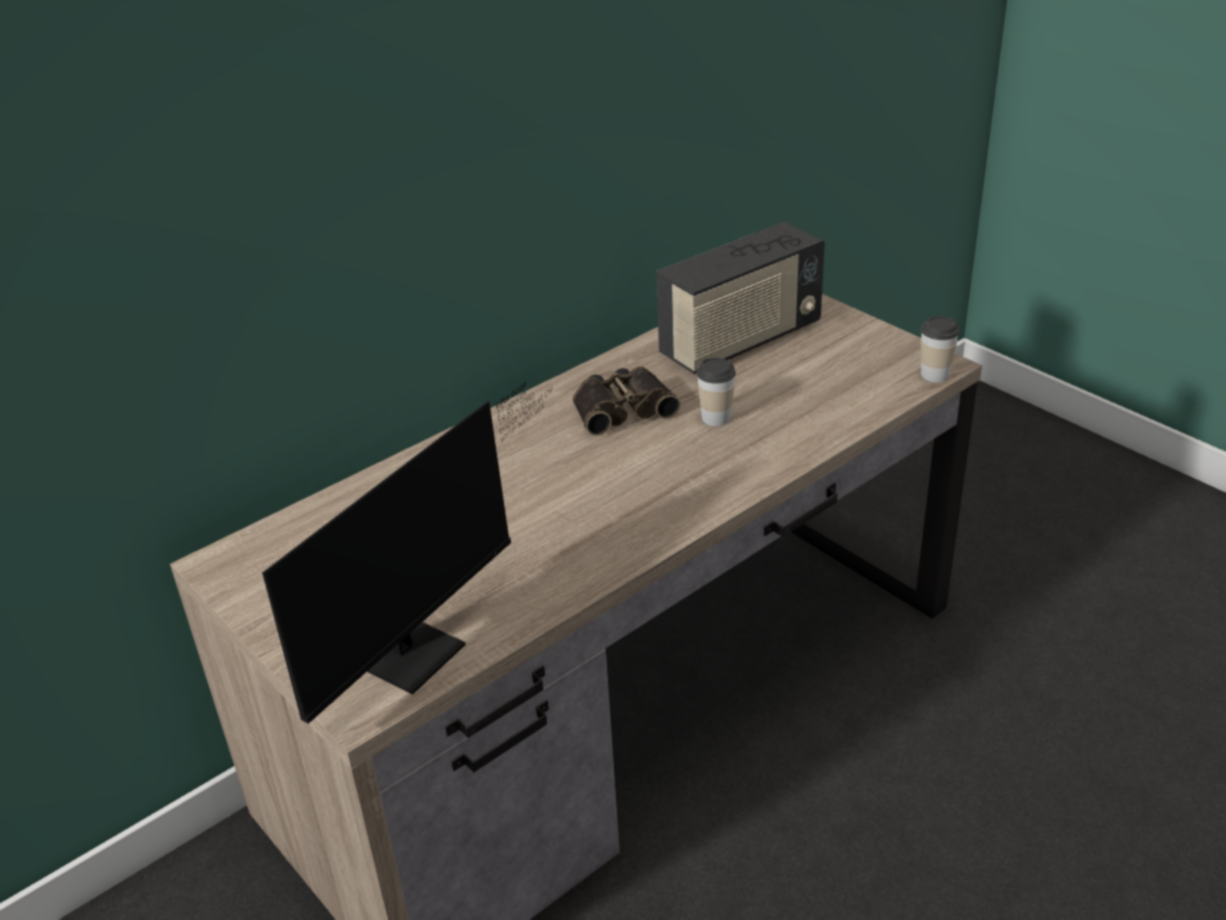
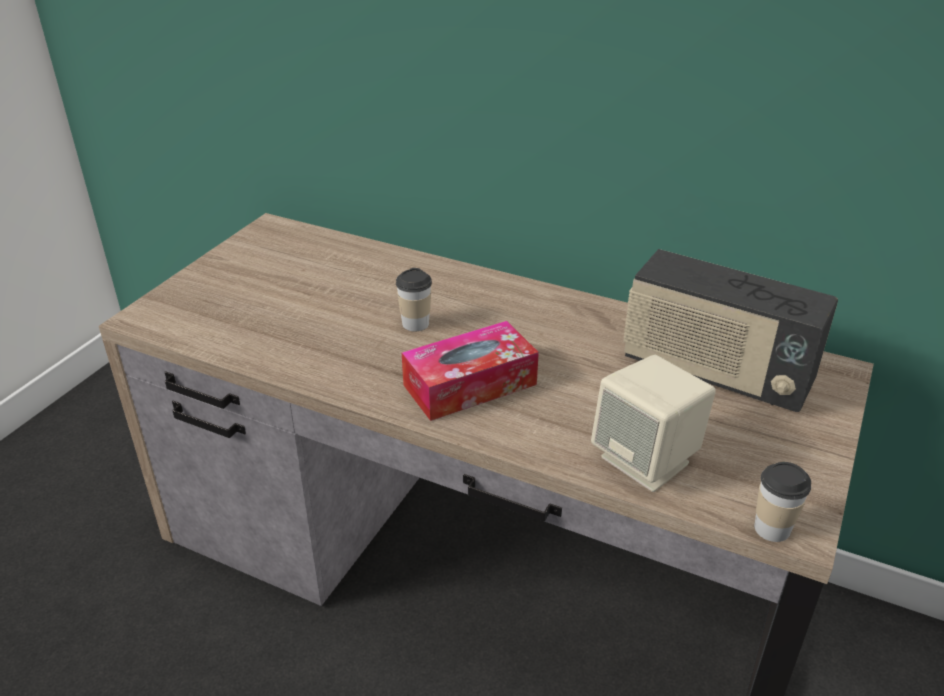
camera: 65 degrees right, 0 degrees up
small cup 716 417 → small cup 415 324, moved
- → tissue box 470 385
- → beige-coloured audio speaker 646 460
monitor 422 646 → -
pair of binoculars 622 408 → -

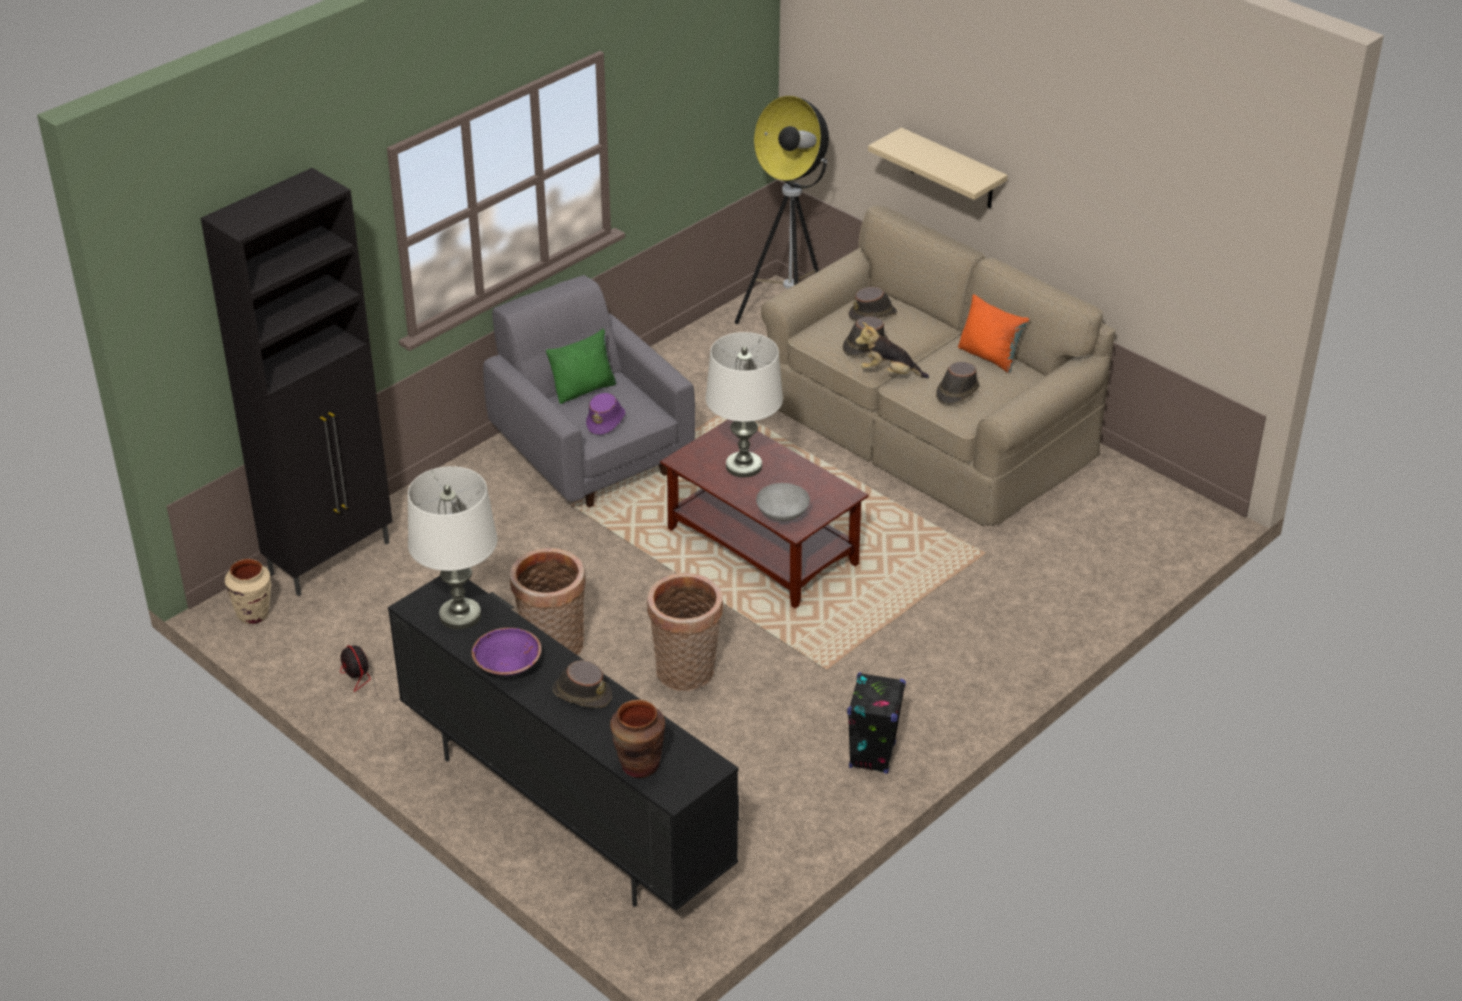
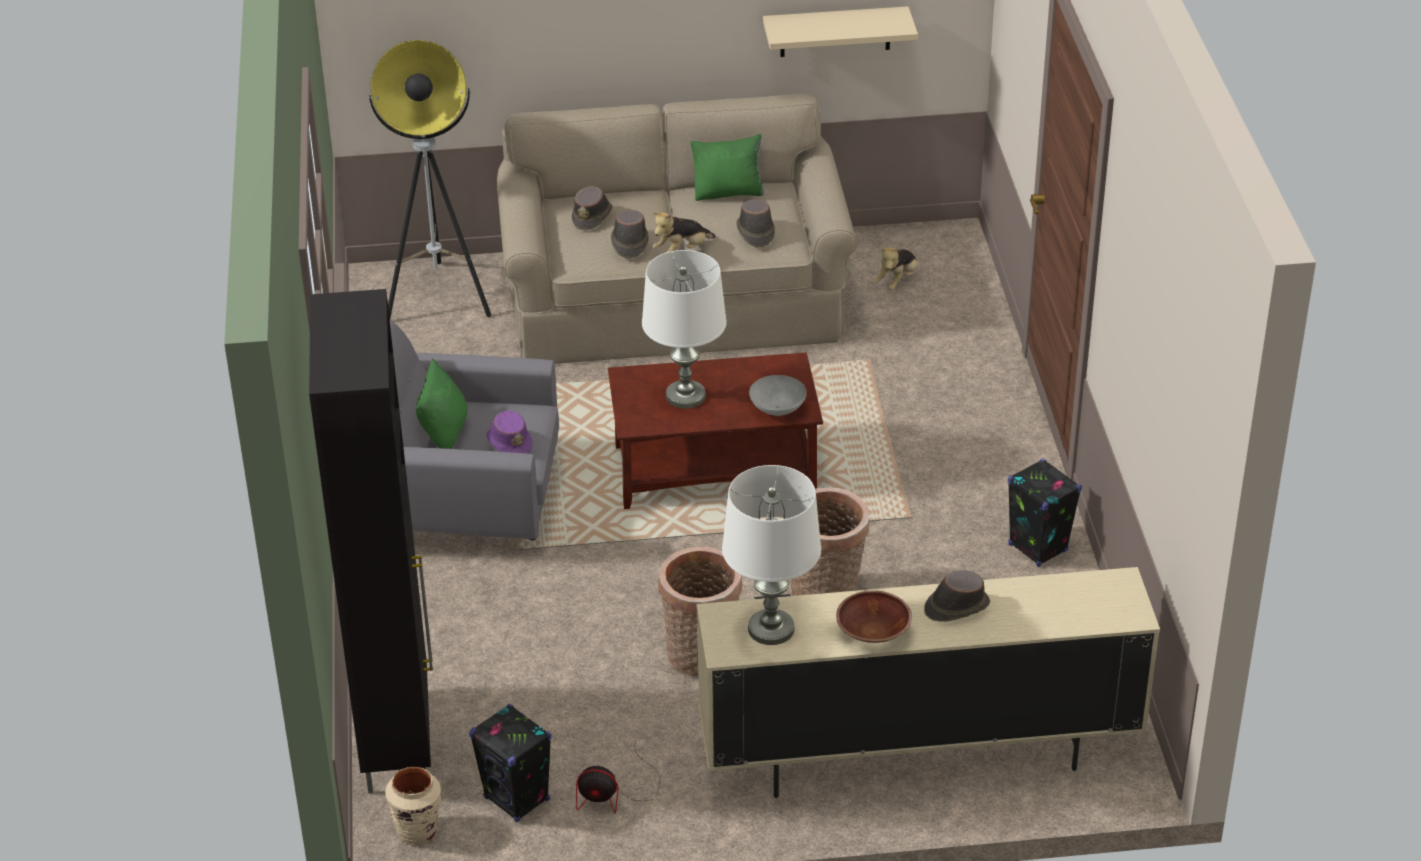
camera: 50 degrees left, 0 degrees up
- → black audio speaker 517 799
orange-coloured cushion 989 356 → green cushion 728 193
black media console 563 810 → beige-coloured media console 916 755
beige-coloured shelf 952 170 → beige-coloured shelf 835 31, moved
purple deep dish 507 666 → brown deep dish 873 633
- → soft toy 897 281
brown flower vase 639 765 → -

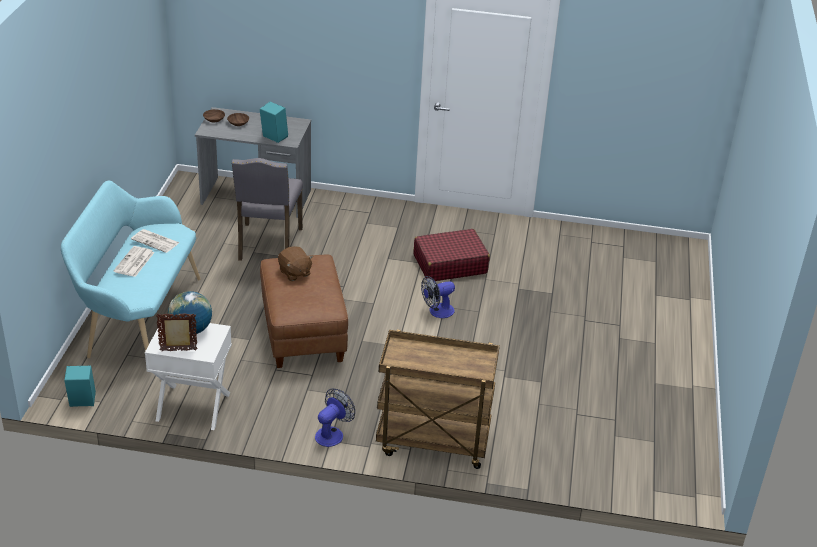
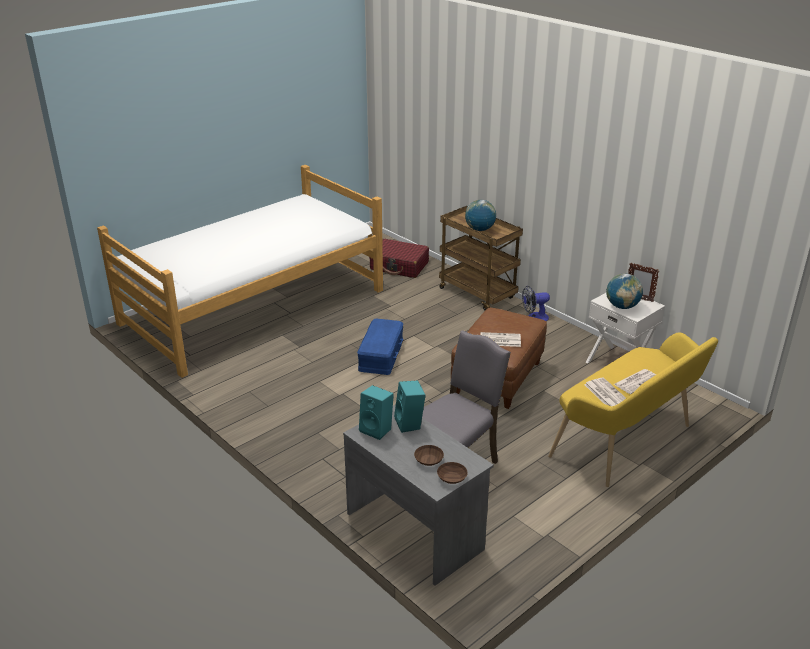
camera: 140 degrees left, 5 degrees down
- → bedroom bed 253 307
fan 437 312 → bluish storage bin 380 355
turquoise audio speaker 81 402 → turquoise audio speaker 377 429, moved
reddish piece of luggage 449 264 → reddish piece of luggage 399 266, moved
- → world globe 480 229
brown soft toy 294 273 → newspaper 499 340
turquoise indoor bench 138 317 → yellowish indoor bench 627 443

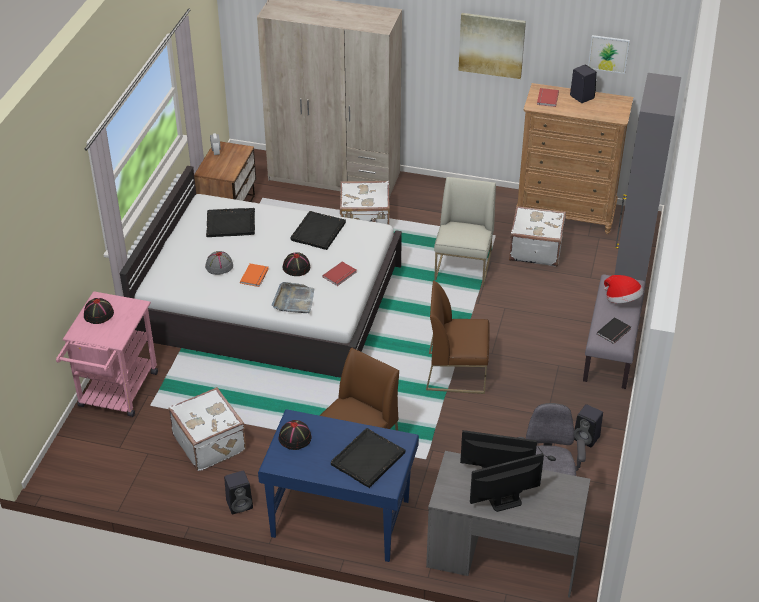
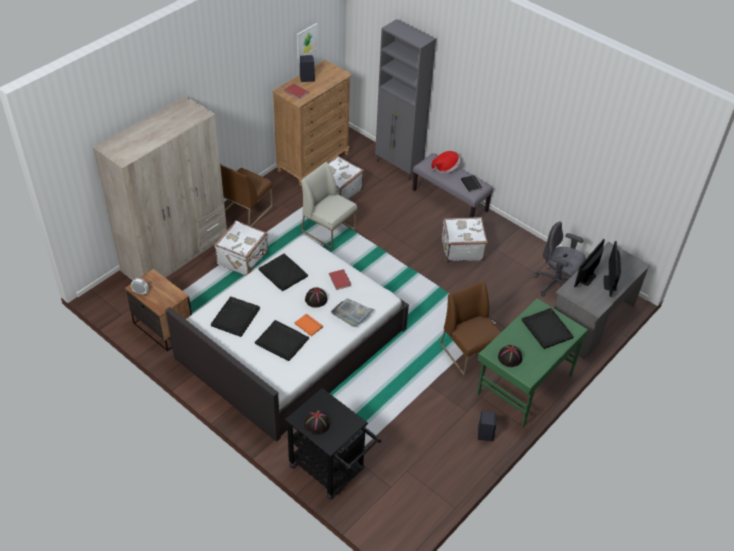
camera: 65 degrees left, 5 degrees up
brown chair 457 372 → brown chair 246 210, moved
greyish wearable hat 219 266 → black carrying tray 282 341
pinkish trolley 115 395 → black trolley 331 471
white-coloured piece of luggage 210 443 → white-coloured piece of luggage 461 249, moved
bluish desk table 340 517 → green desk table 523 385
wall picture 491 45 → -
black audio speaker 587 438 → -

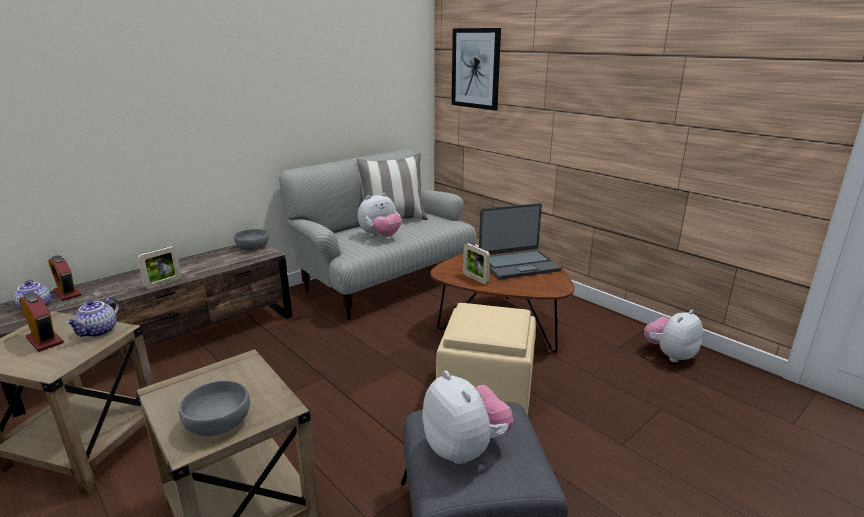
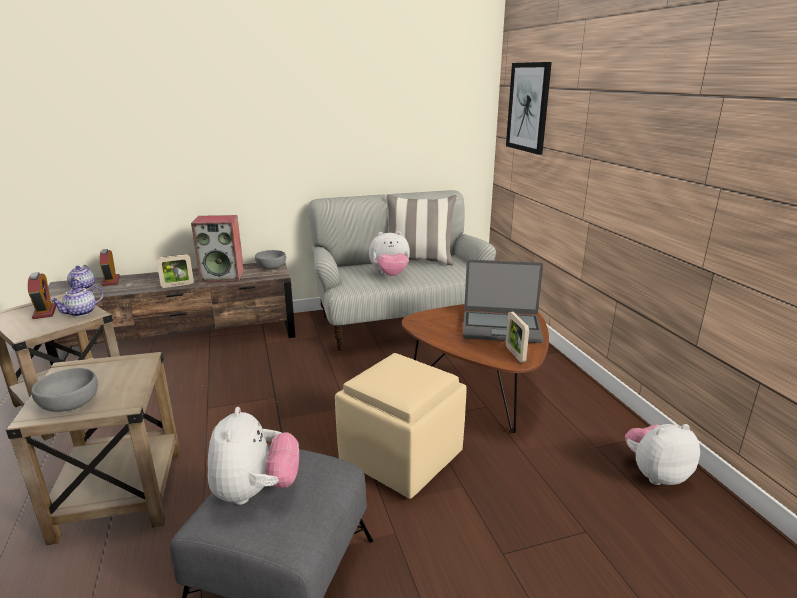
camera: 25 degrees right, 0 degrees up
- → audio speaker 223 276
picture frame 475 279 → picture frame 515 354, moved

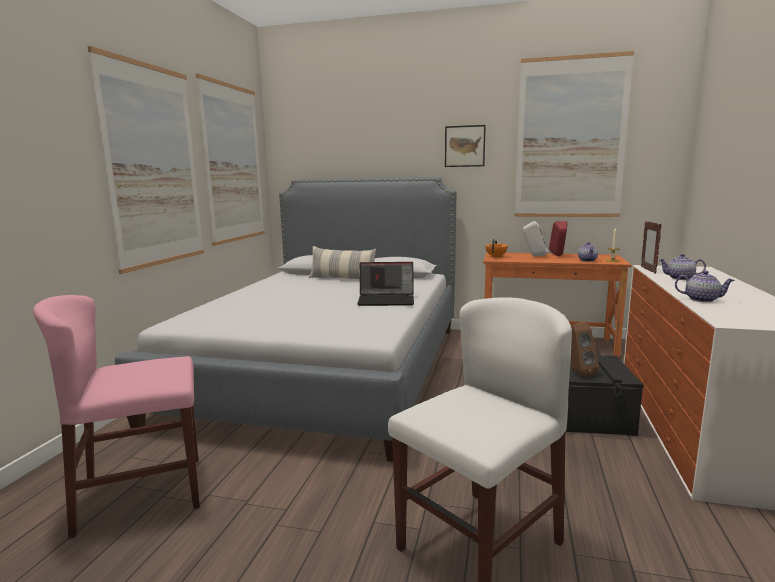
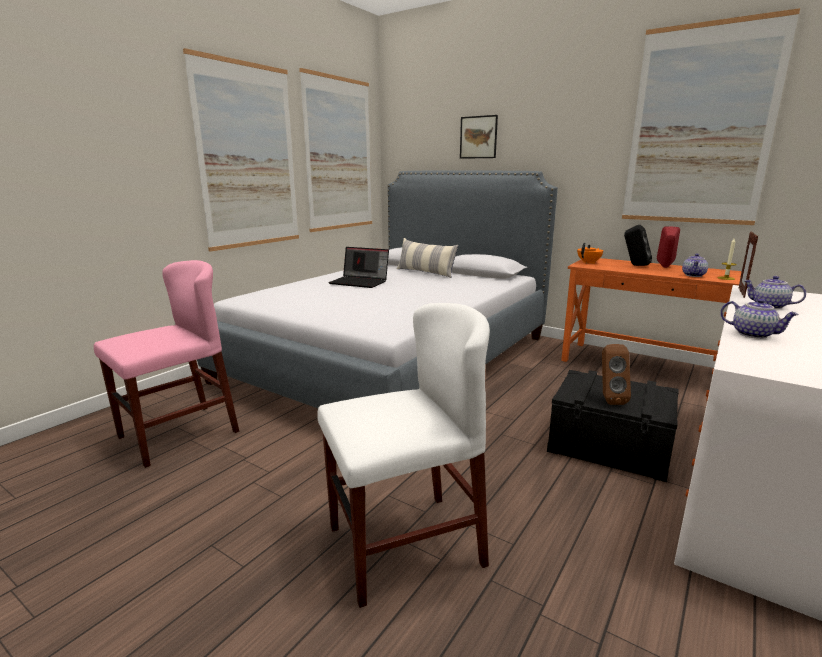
camera: 20 degrees right, 5 degrees up
pinkish chair 142 493 → pinkish chair 178 434, 135 degrees clockwise
portable computer 387 300 → portable computer 360 282, moved
wall picture 464 146 → wall picture 478 137, moved
white-coloured audio speaker 534 256 → black audio speaker 635 265

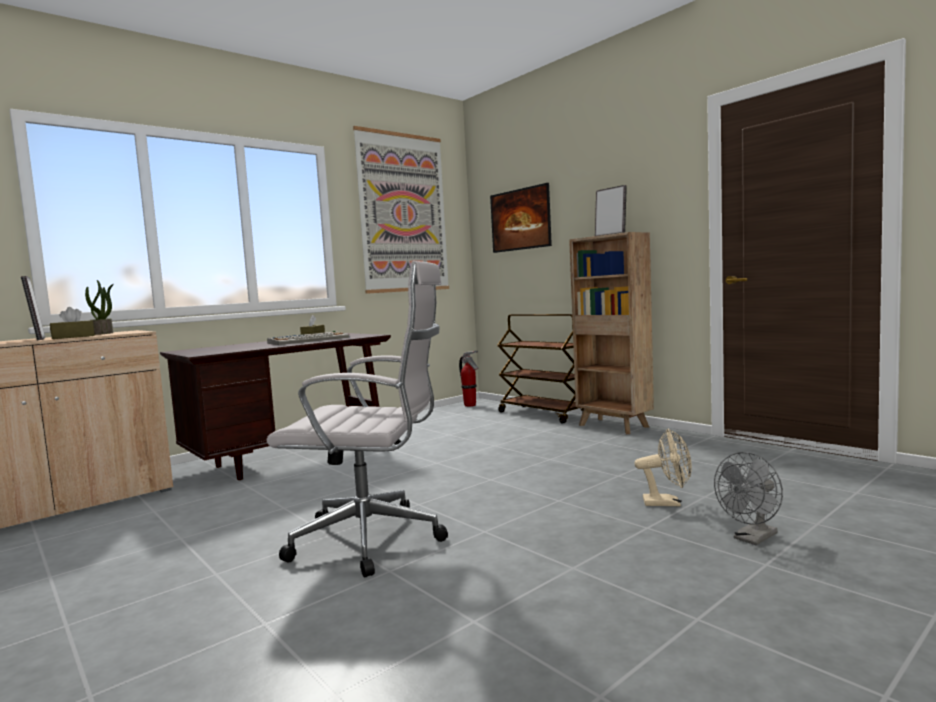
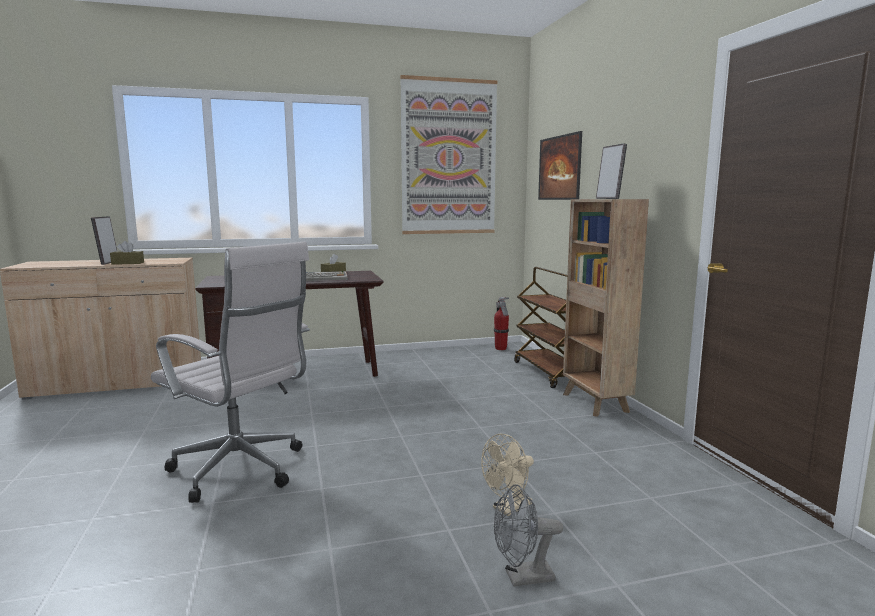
camera: 25 degrees right, 5 degrees up
beige-coloured fan 668 503 → beige-coloured fan 508 508, 105 degrees clockwise
houseplant 103 333 → -

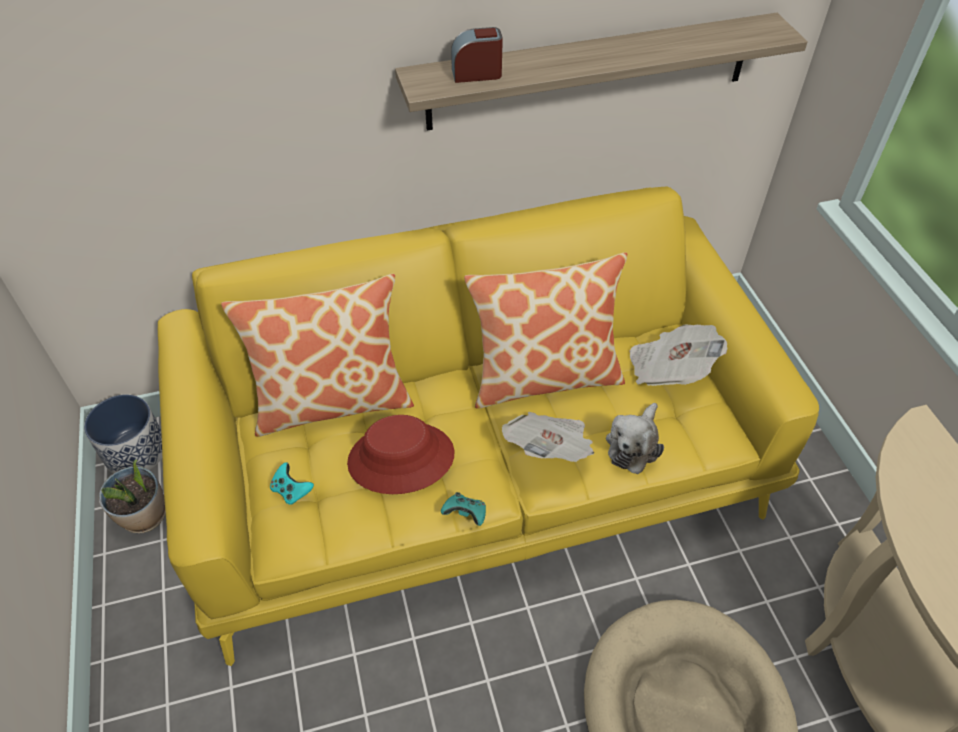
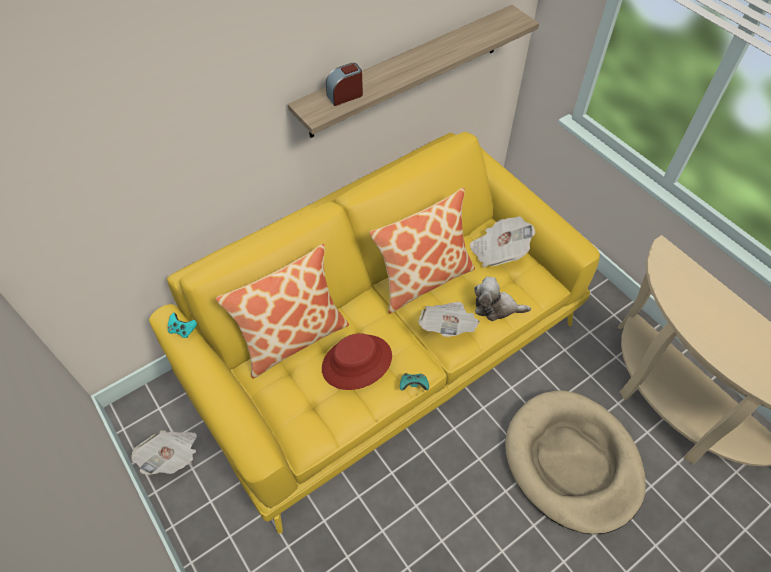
camera: 20 degrees left, 5 degrees up
houseplant 145 516 → newspaper 172 456
turquoise game controller 291 490 → turquoise game controller 183 329, moved
soft toy 633 445 → soft toy 496 307, 90 degrees clockwise
plant pot 136 451 → -

